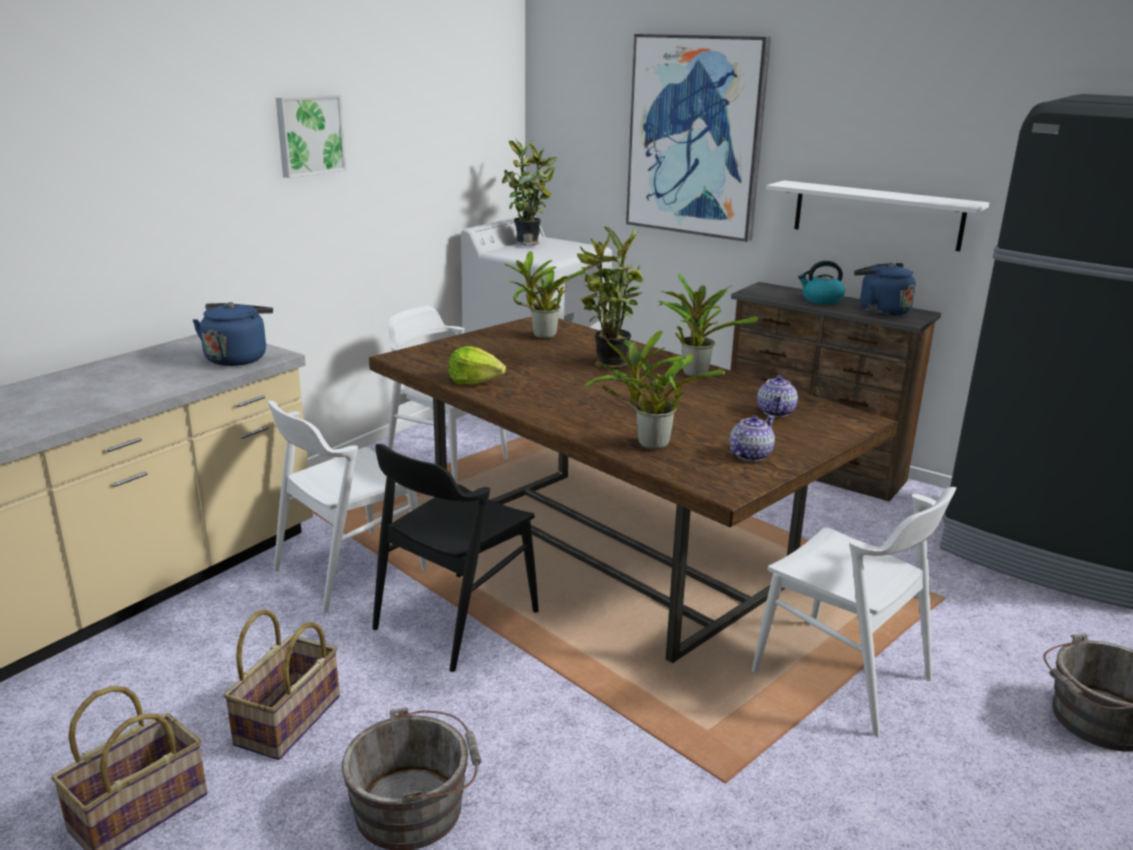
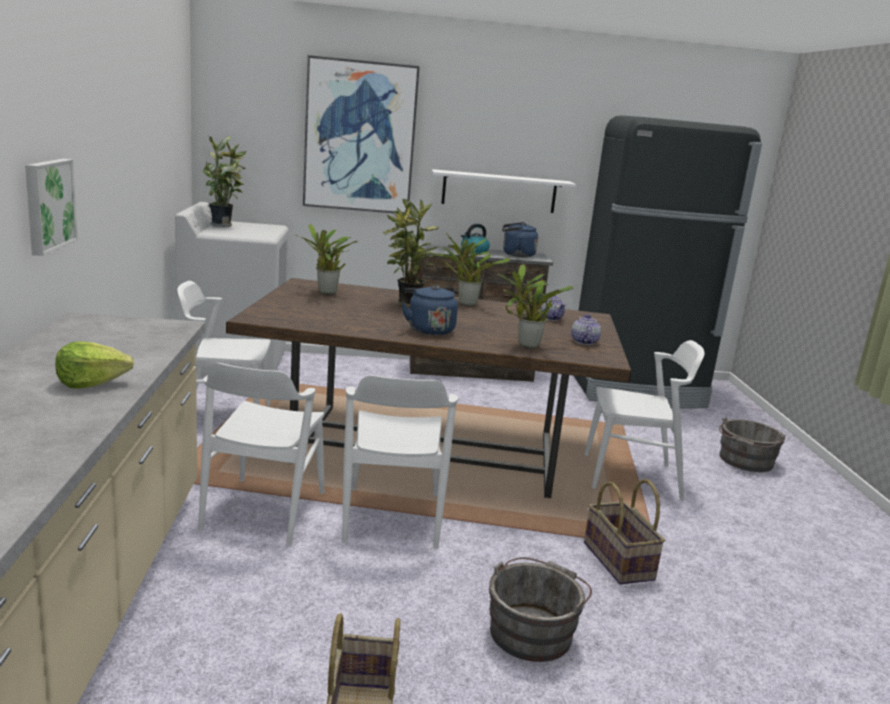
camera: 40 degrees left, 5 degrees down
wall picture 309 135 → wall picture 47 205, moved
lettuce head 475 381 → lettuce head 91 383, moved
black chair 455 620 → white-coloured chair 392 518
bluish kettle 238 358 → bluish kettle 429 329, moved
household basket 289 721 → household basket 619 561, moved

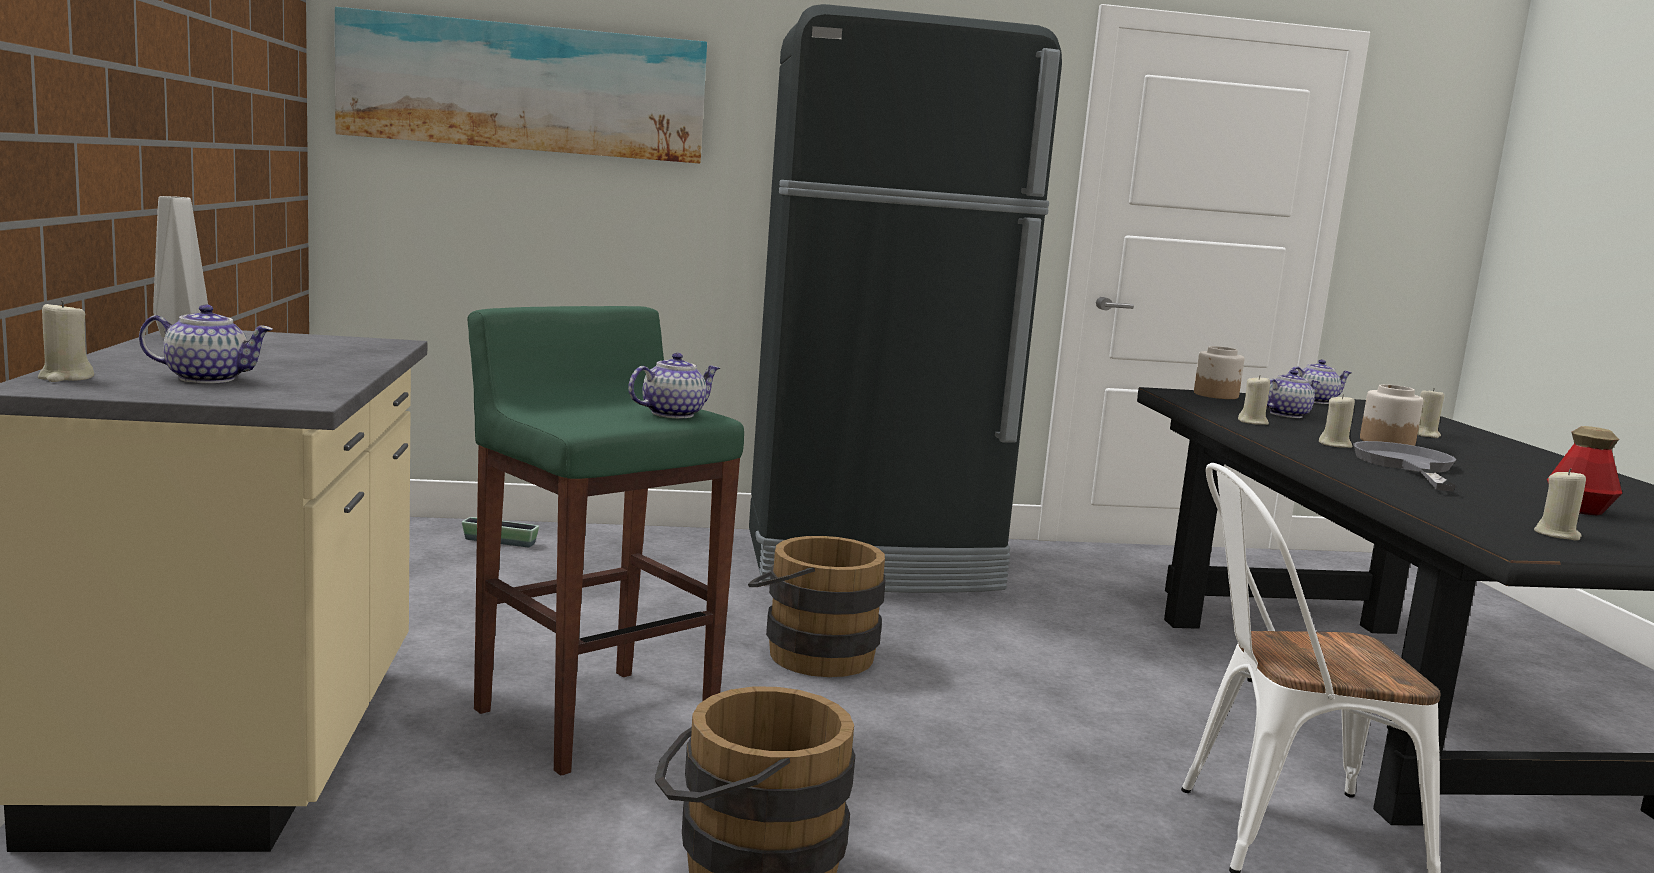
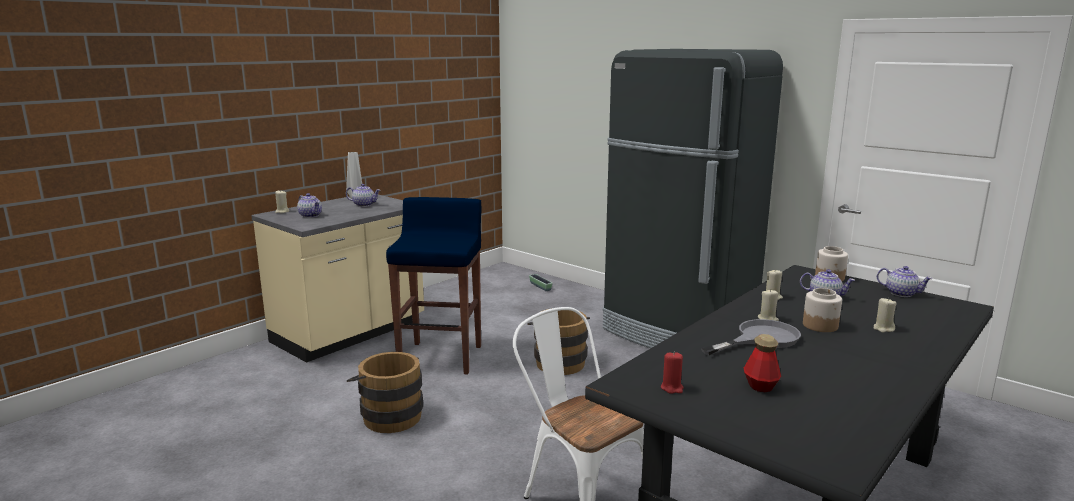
camera: 50 degrees right, 5 degrees up
tea pot 673 414 → tea pot 364 205, moved
green stool seat 594 718 → bluish stool seat 441 357
beige-coloured candle 1557 535 → reddish candle 672 388
wall picture 524 88 → -

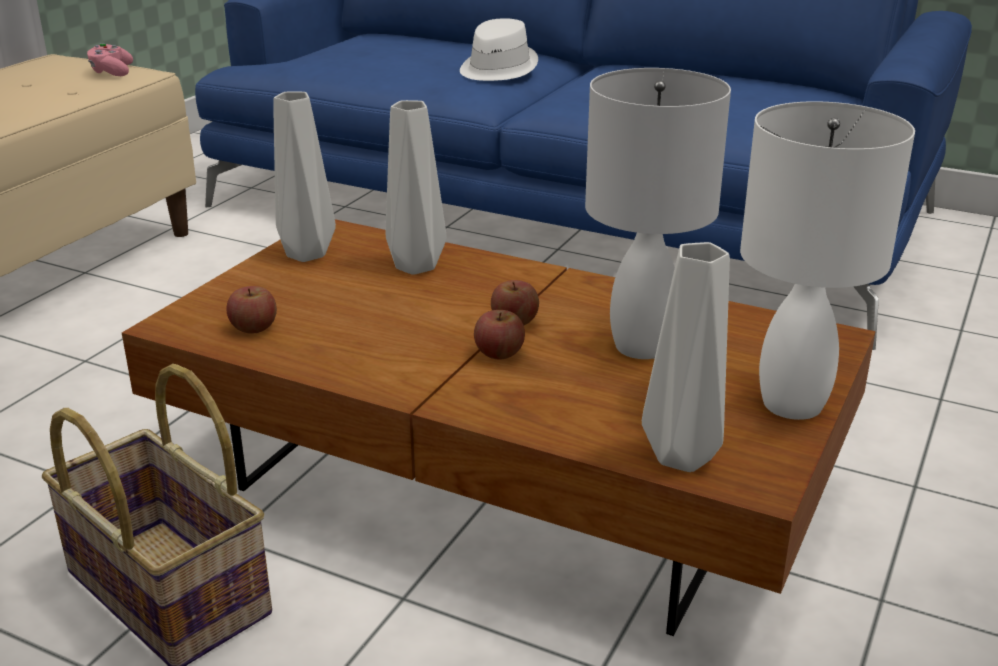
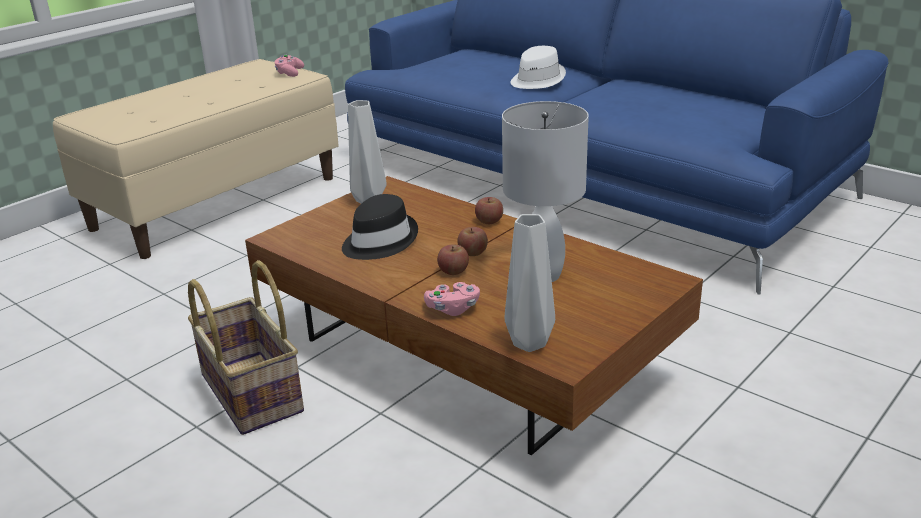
camera: 15 degrees right, 0 degrees up
- → black wearable hat 379 241
- → pinkish game controller 453 309
apple 253 328 → apple 489 221, moved
greyish flower vase 416 265 → -
white-coloured table lamp 792 405 → -

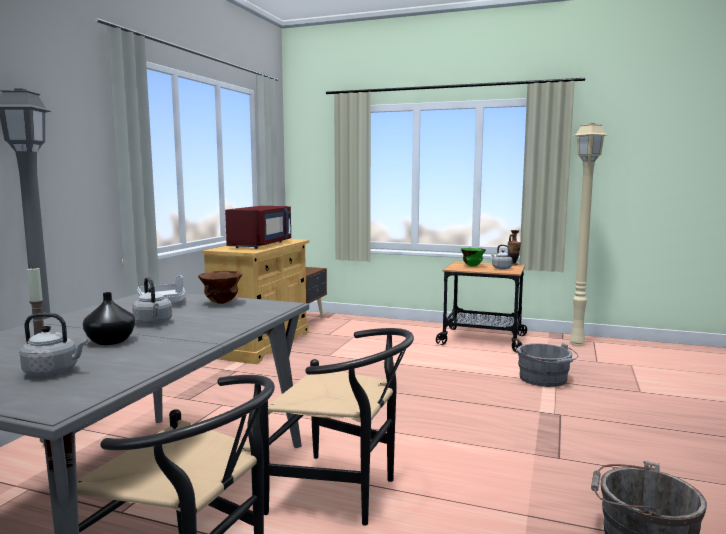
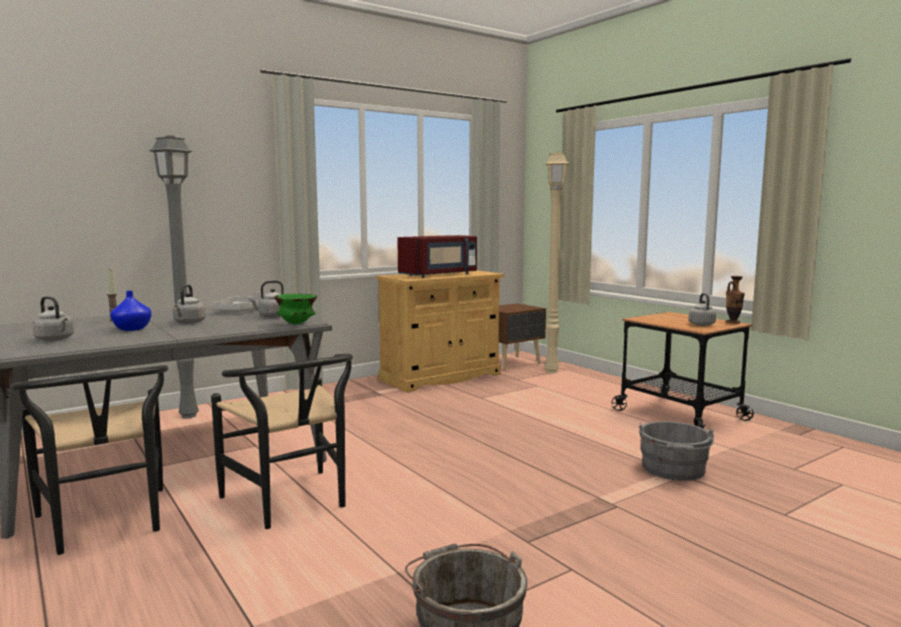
camera: 35 degrees right, 0 degrees up
black flower vase 109 341 → bluish flower vase 131 329
brown deep dish 221 303 → greyish kettle 271 316
green deep dish 472 266 → green deep dish 297 324, moved
beige-coloured floor lamp 577 344 → beige-coloured floor lamp 552 371, moved

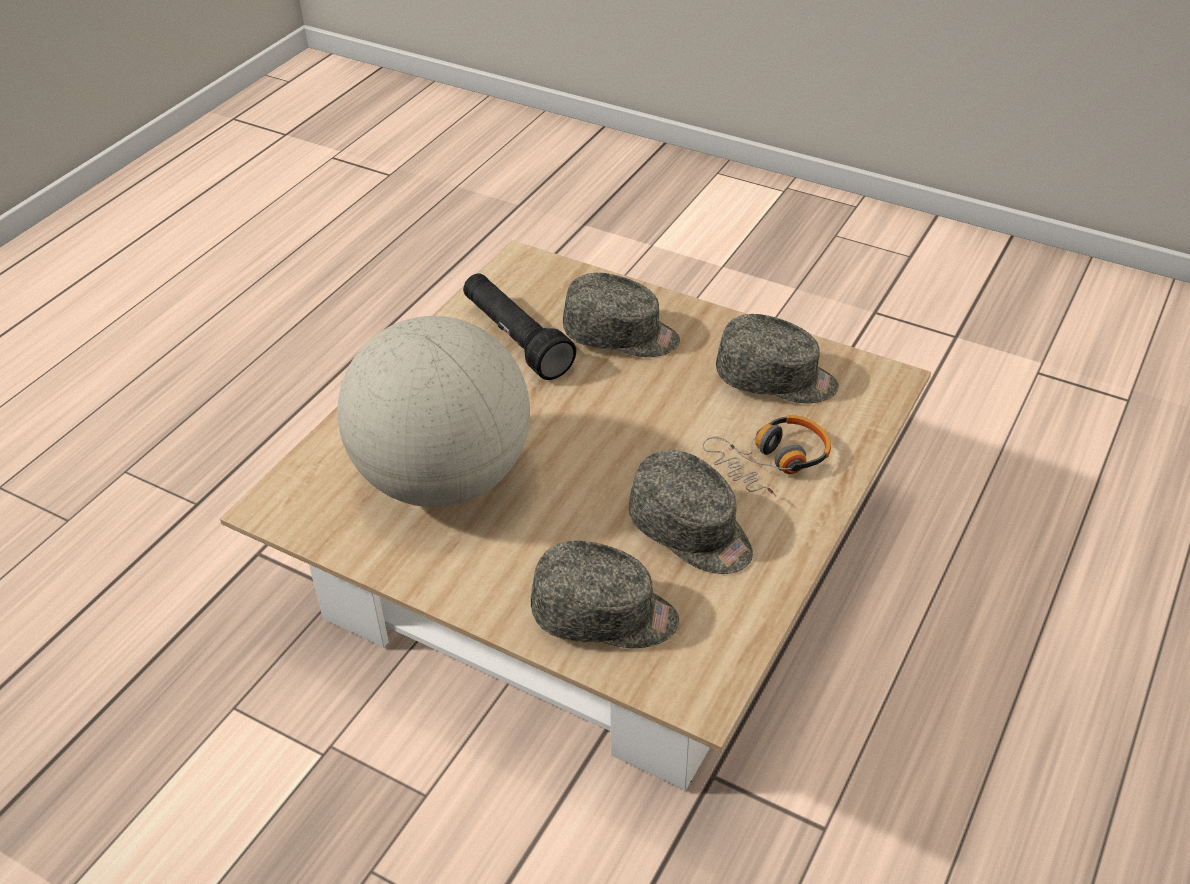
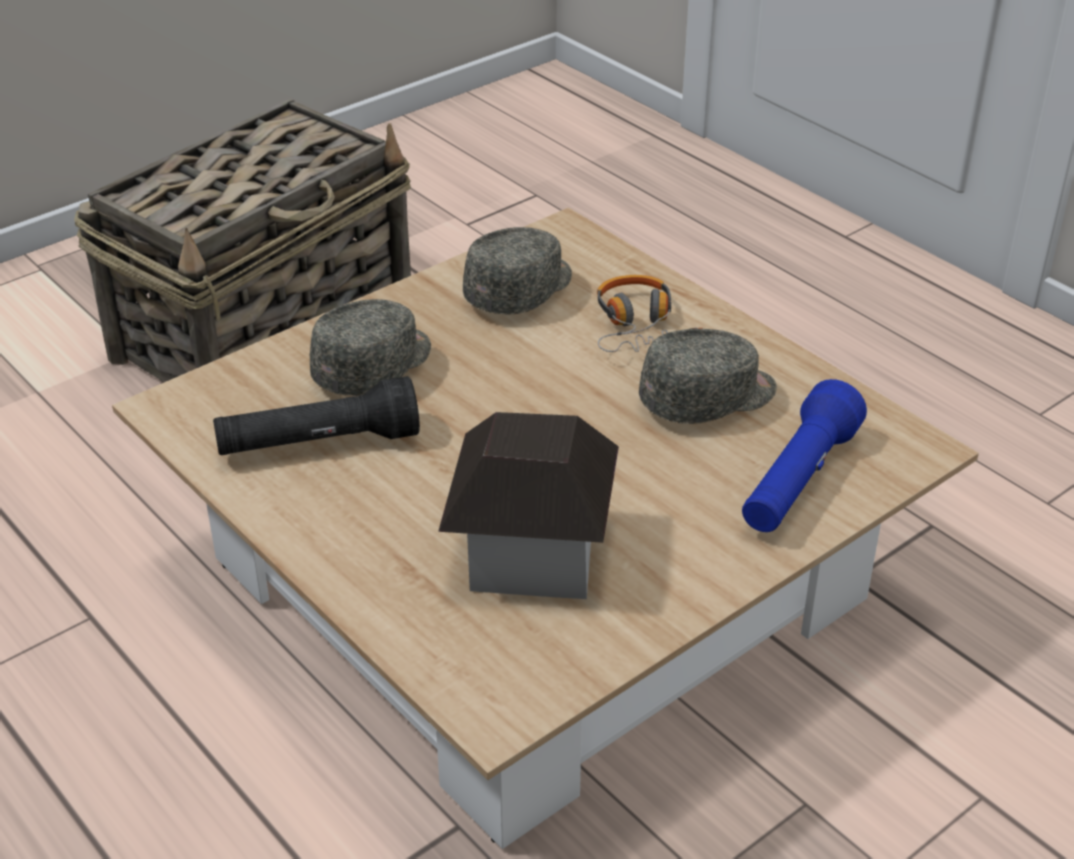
camera: 70 degrees left, 5 degrees down
- → household basket 267 329
world globe 443 478 → toy house 531 553
greyish baseball cap 605 616 → bluish hand torch 797 481

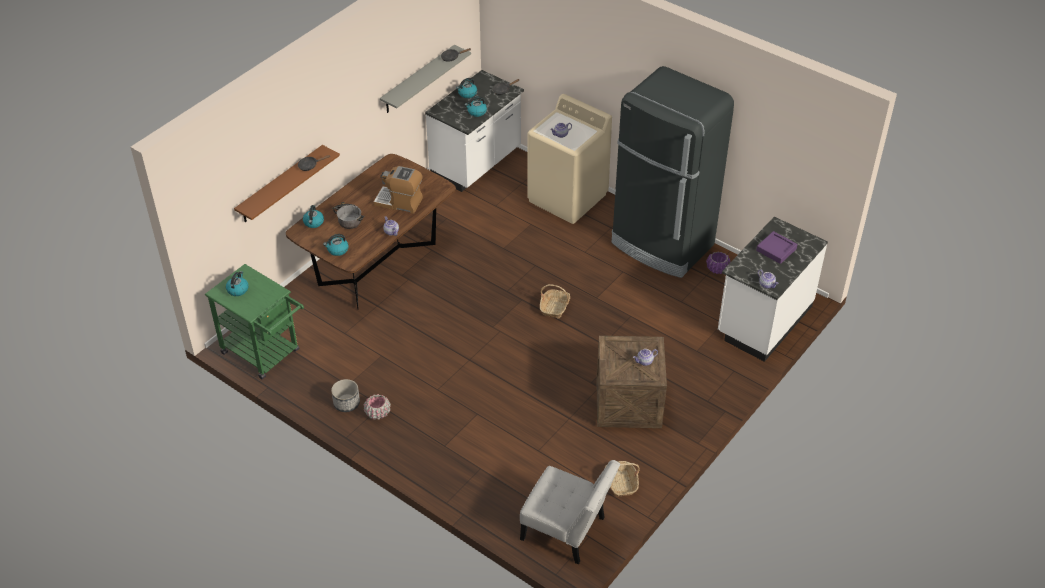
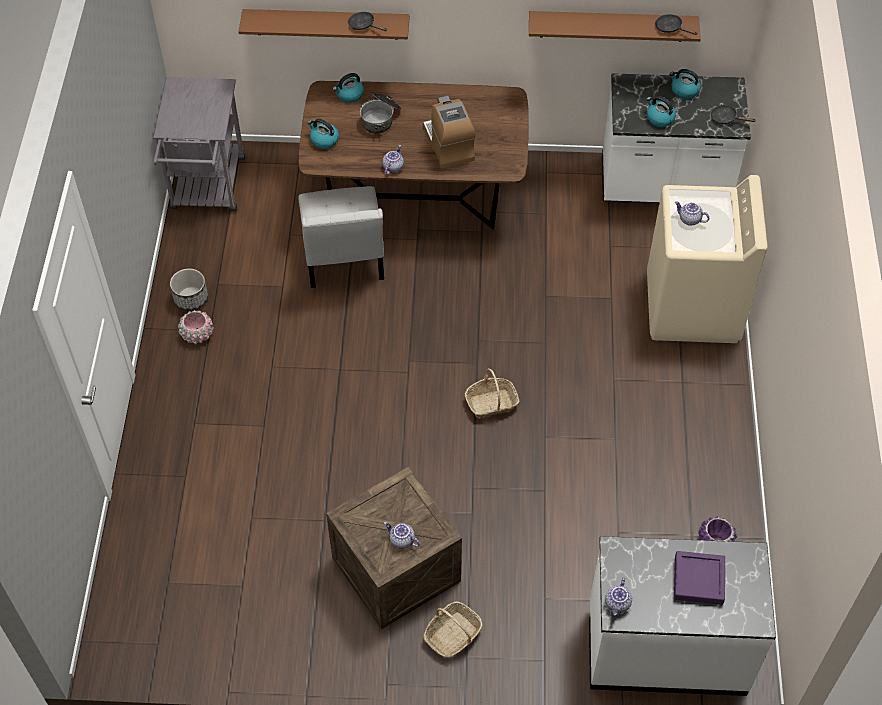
camera: 55 degrees right, 10 degrees up
green trolley 265 354 → greyish trolley 207 189
white-coloured chair 567 531 → white-coloured chair 343 260, moved
household basket 621 483 → household basket 453 635, moved
greyish shelf 418 80 → brown shelf 612 26
kettle 238 289 → -
black kitchen fridge 662 245 → -

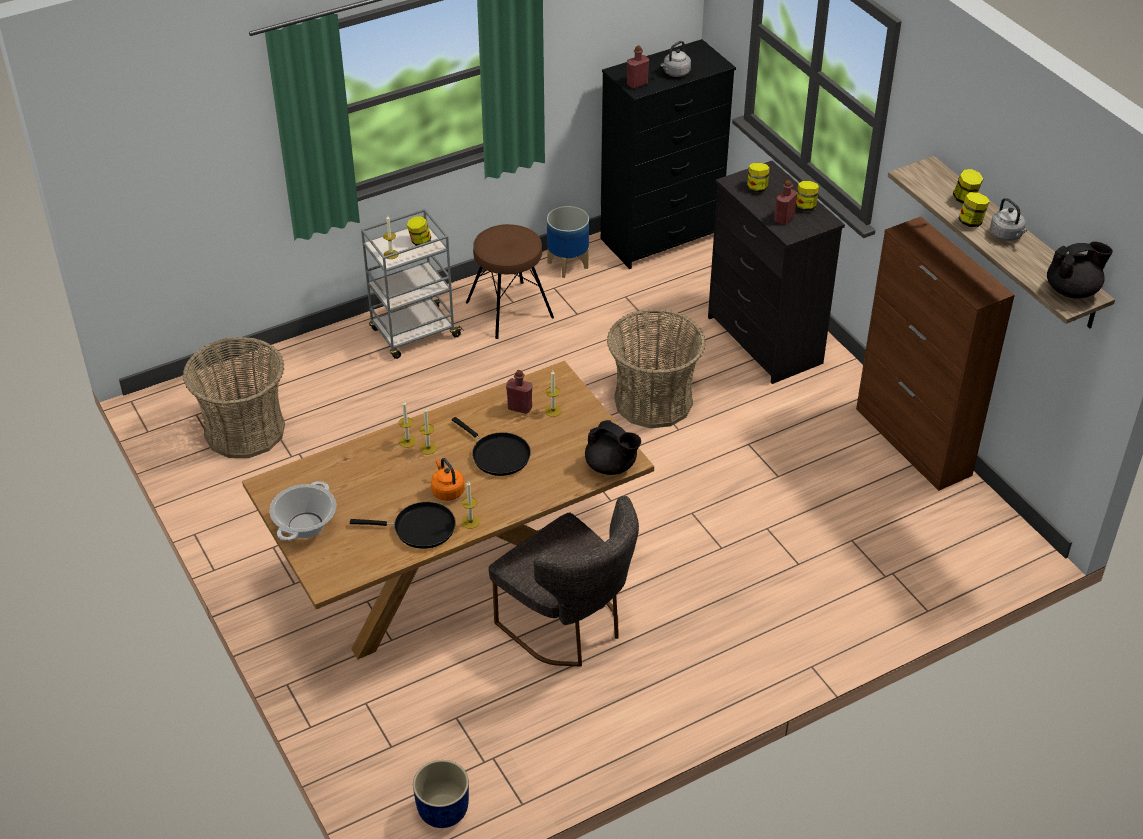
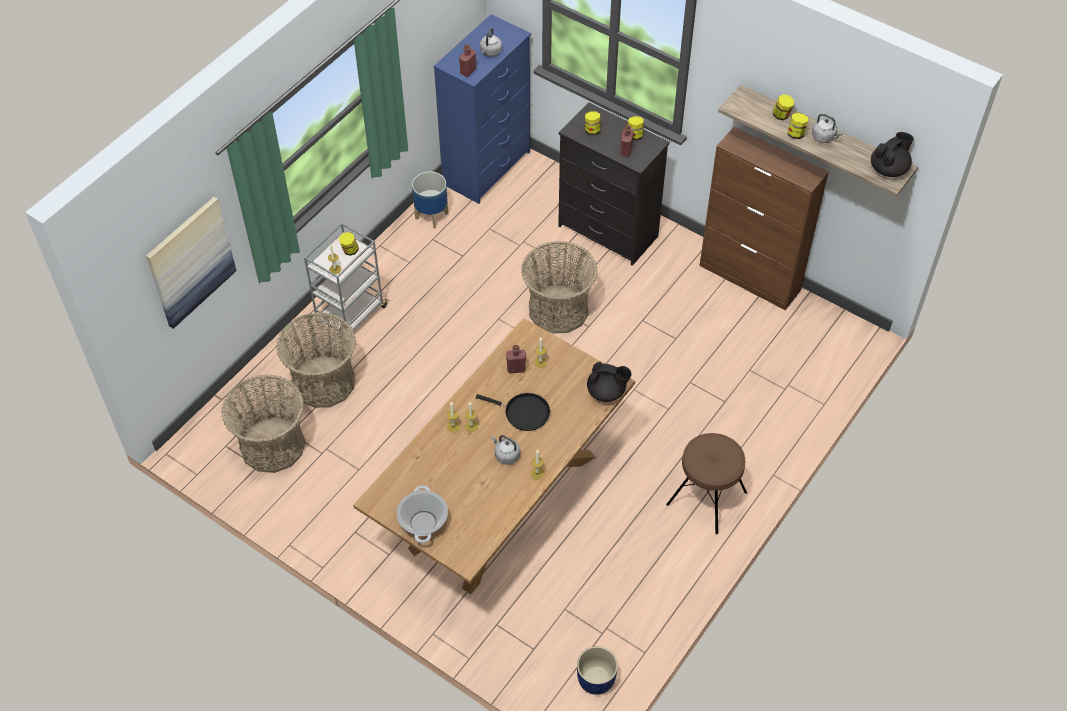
camera: 25 degrees left, 10 degrees up
- → wall picture 190 262
- → household basket 323 382
black chest of drawers 662 238 → bluish chest of drawers 488 168
orange-coloured kettle 447 490 → greyish kettle 506 455
brown stool seat 509 310 → brown stool seat 706 498, moved
black frying pan 419 528 → -
greyish chair 569 627 → -

